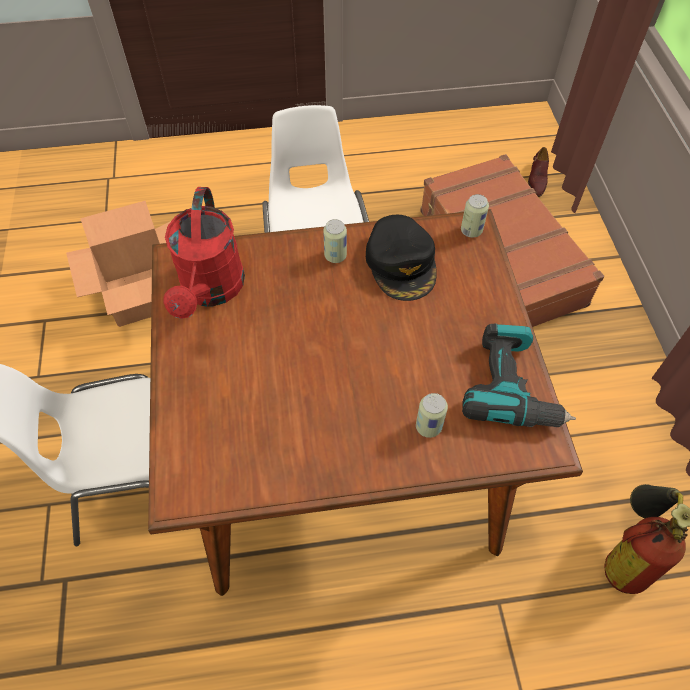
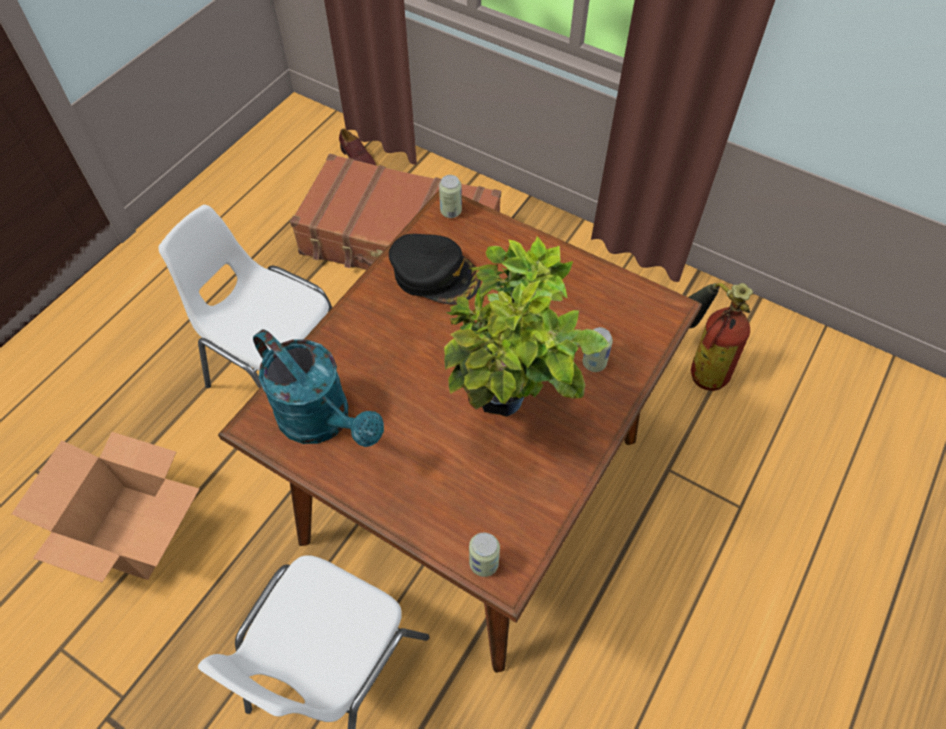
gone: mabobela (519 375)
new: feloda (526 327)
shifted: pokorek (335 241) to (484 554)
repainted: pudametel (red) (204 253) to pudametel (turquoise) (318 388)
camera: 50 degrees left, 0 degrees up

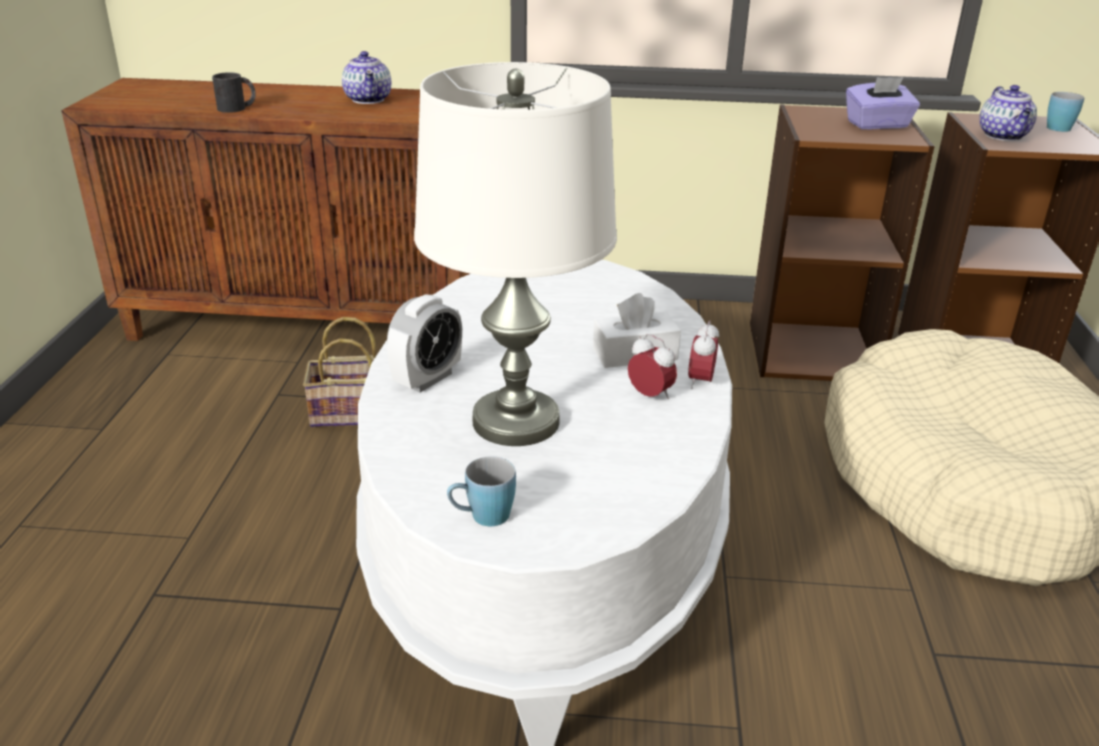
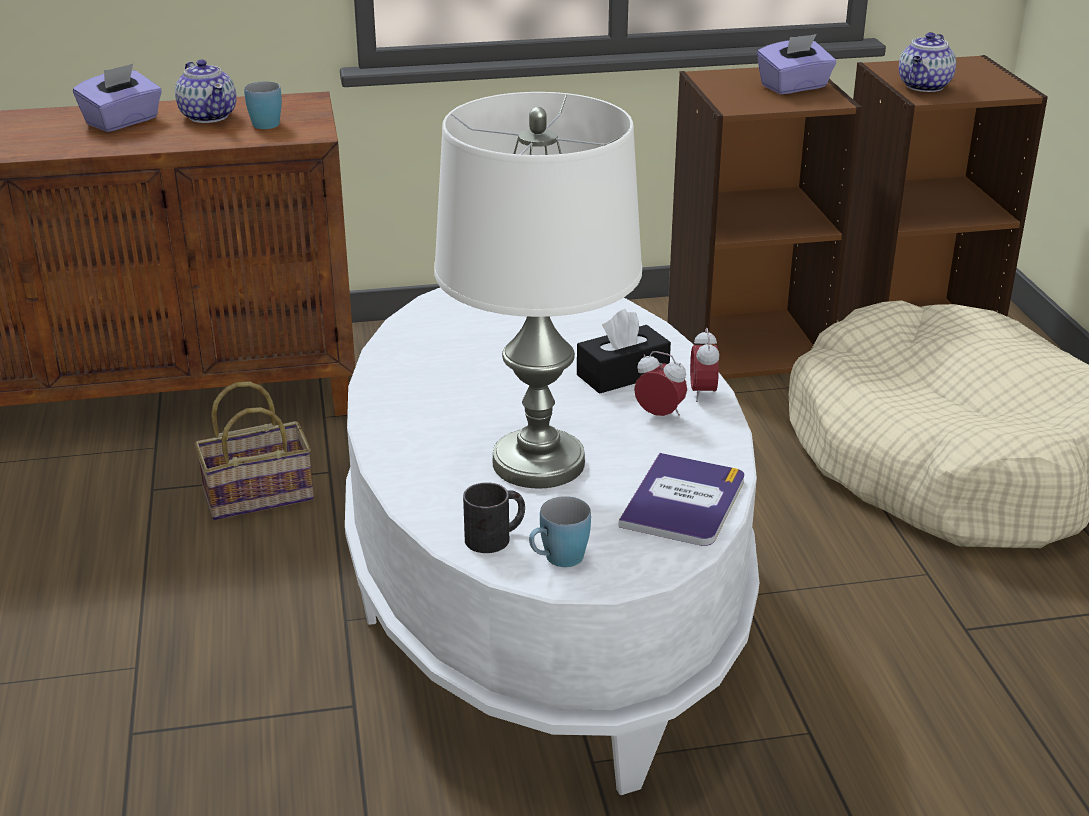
gone: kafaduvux (424 343)
new: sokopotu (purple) (117 98); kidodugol (681 499)
shifted: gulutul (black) (234 92) to (494 517); gulutul (blue) (1065 112) to (263 105)
repainted: sokopotu (white) (637 330) to sokopotu (black) (624 351)
rotated: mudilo (1008 113) = (927 62) 45 degrees clockwise
camera: 15 degrees left, 0 degrees up

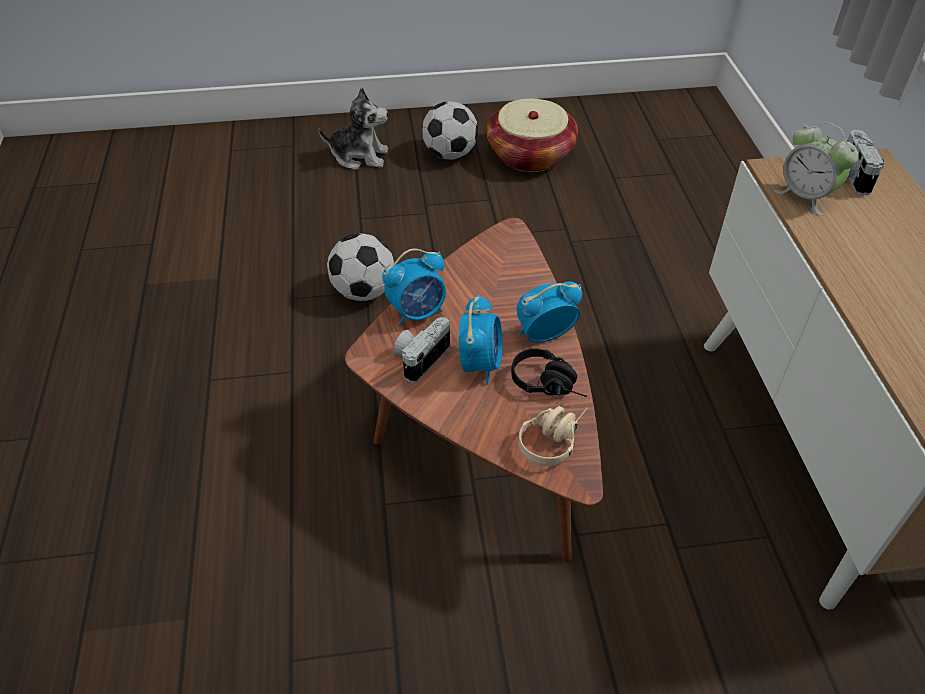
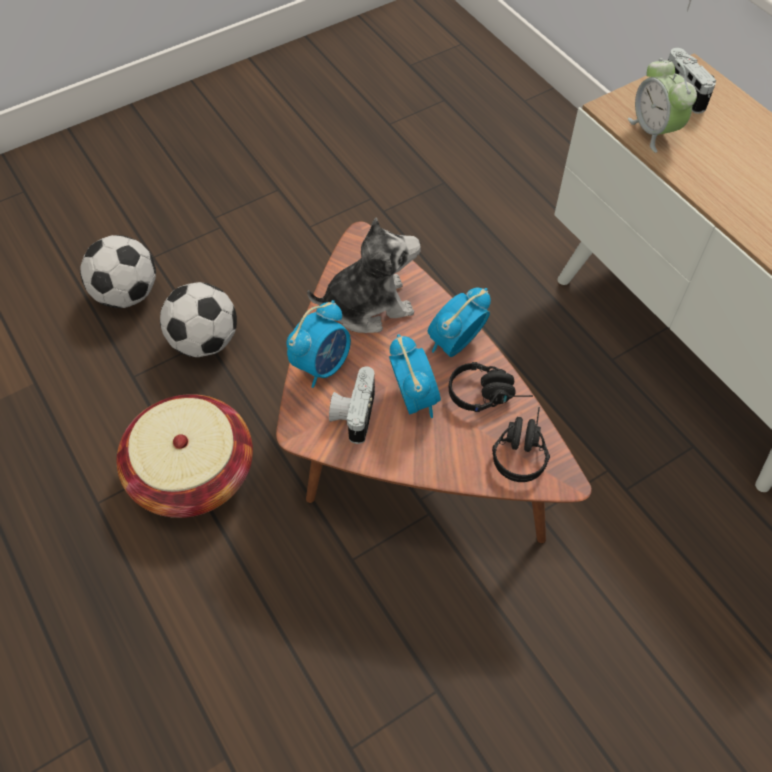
shifted: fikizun (353 128) to (364 275); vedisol (450 130) to (118 271); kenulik (532 135) to (184 456)
repainted: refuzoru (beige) (553 436) to refuzoru (black) (521 444)
rotated: kafaduvux (816 169) = (662 105) 45 degrees clockwise
camera: 25 degrees left, 10 degrees up

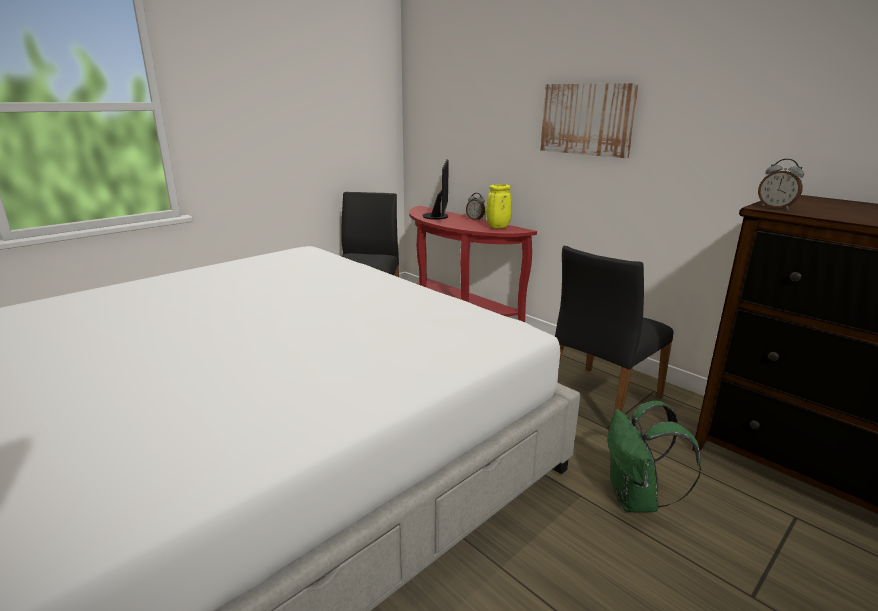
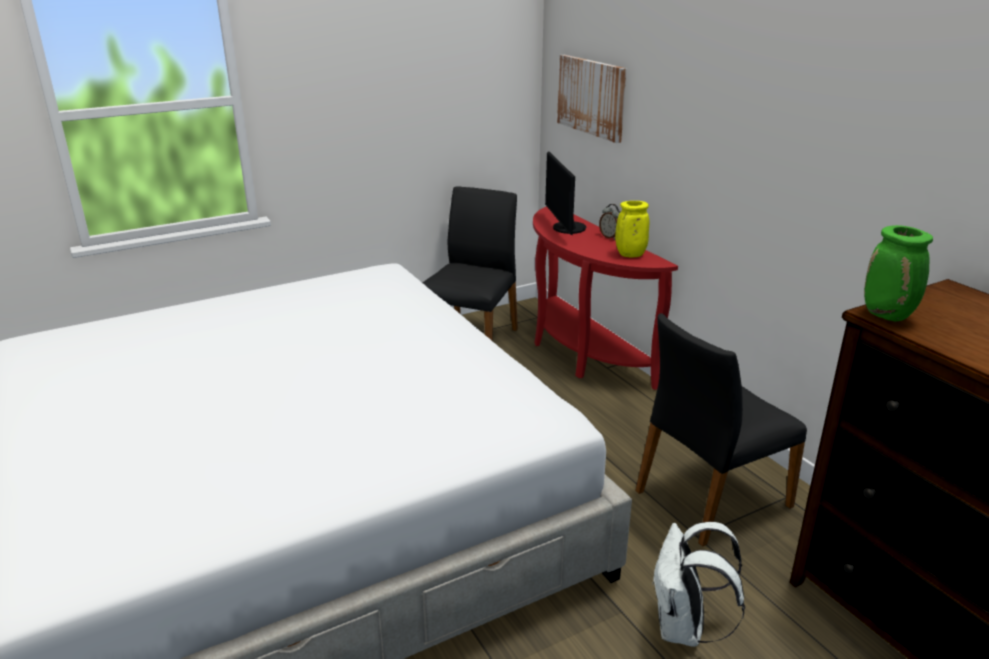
shifted: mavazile (589 120) to (592 99)
swapped: kafaduvux (781 184) to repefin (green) (898 273)
repainted: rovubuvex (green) (654 456) to rovubuvex (white) (698 584)
rotated: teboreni (435 190) = (565 193) 150 degrees clockwise
camera: 15 degrees right, 5 degrees up

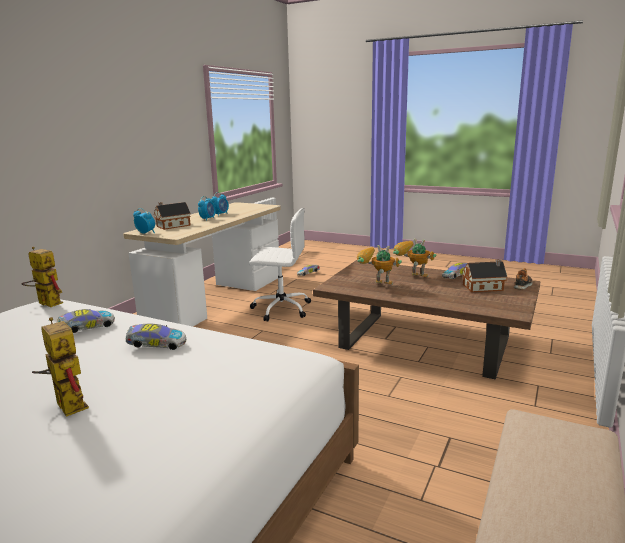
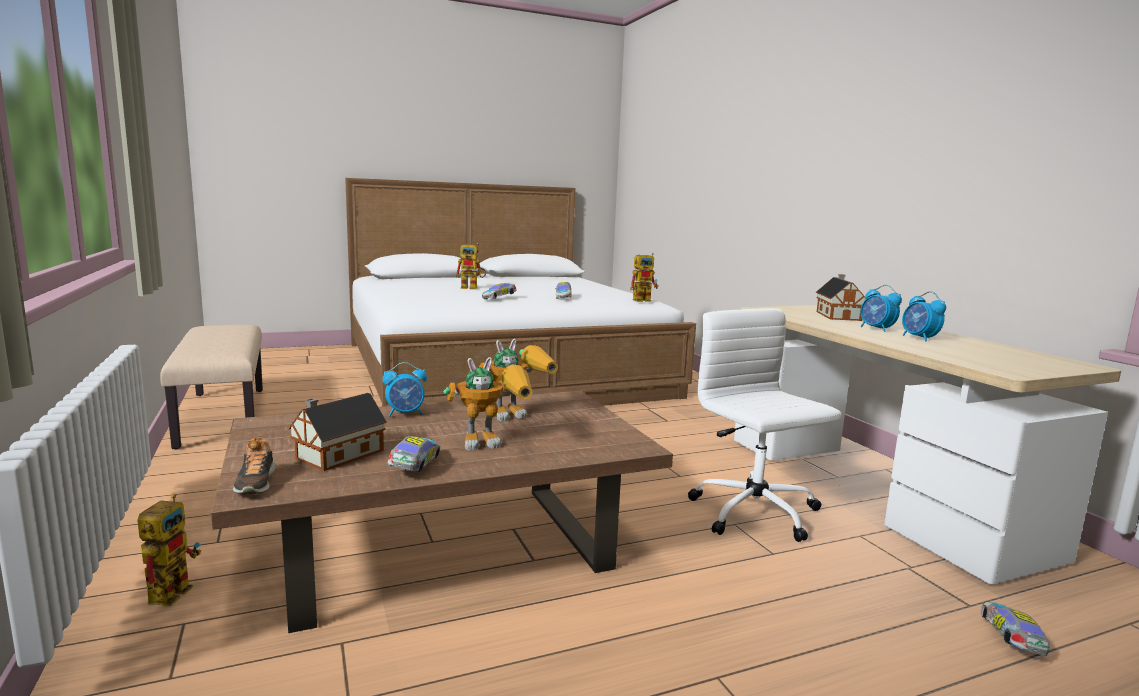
new: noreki (169 550)
shifted: kafaduvux (144 221) to (404 389)
rotated: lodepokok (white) (280 265) = (765 425) 105 degrees clockwise
camera: 130 degrees right, 5 degrees down

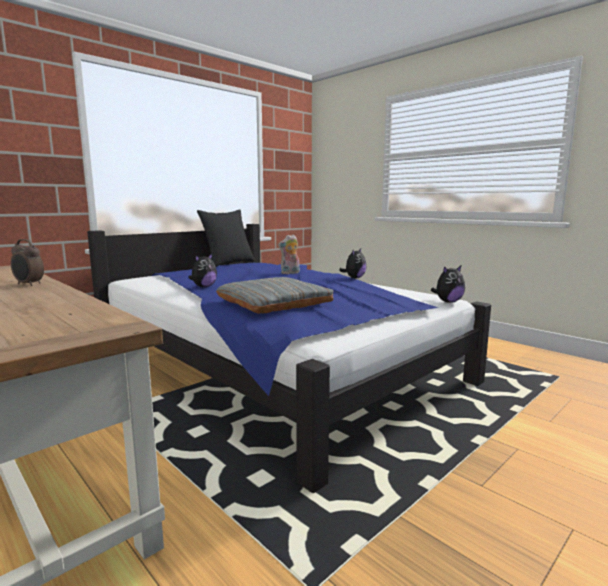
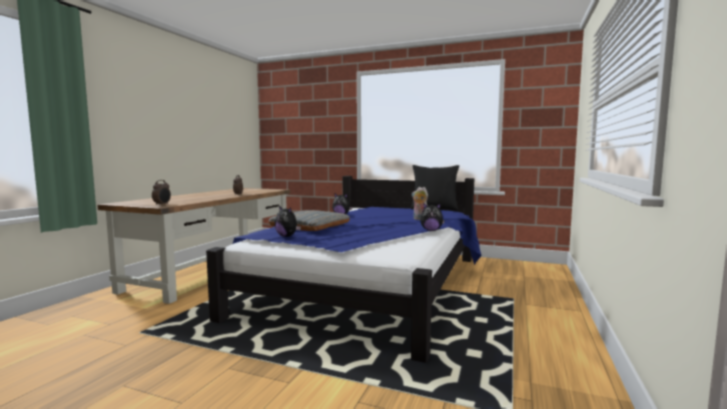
new: kafaduvux (161 193)
shifted: fikizun (448 284) to (288 221)
camera: 65 degrees right, 5 degrees down

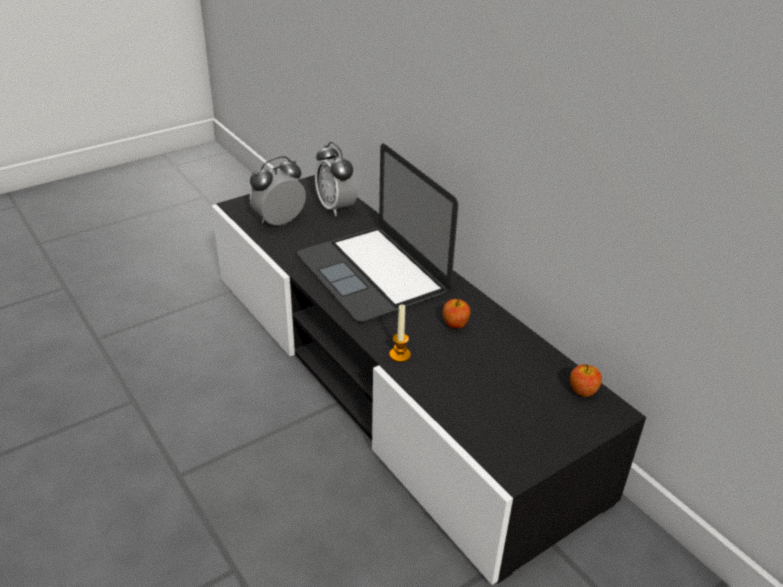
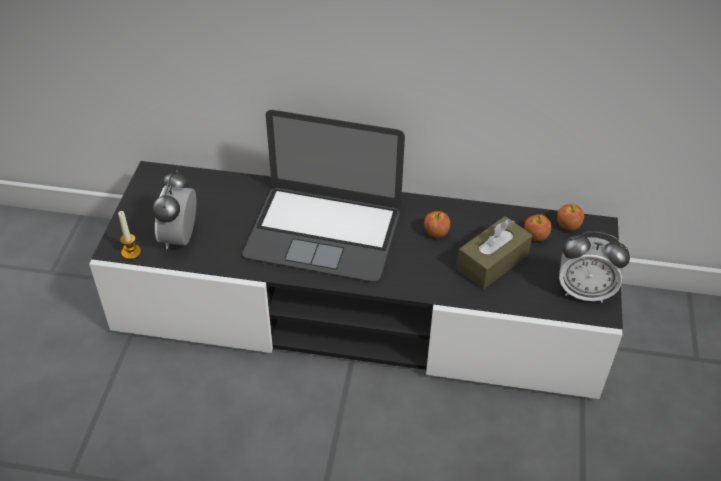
new: sokopotu (brown) (494 252); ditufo (538 227)
shifted: kafaduvux (336 179) to (594 267); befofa (400 333) to (129 235)
camera: 45 degrees left, 10 degrees up

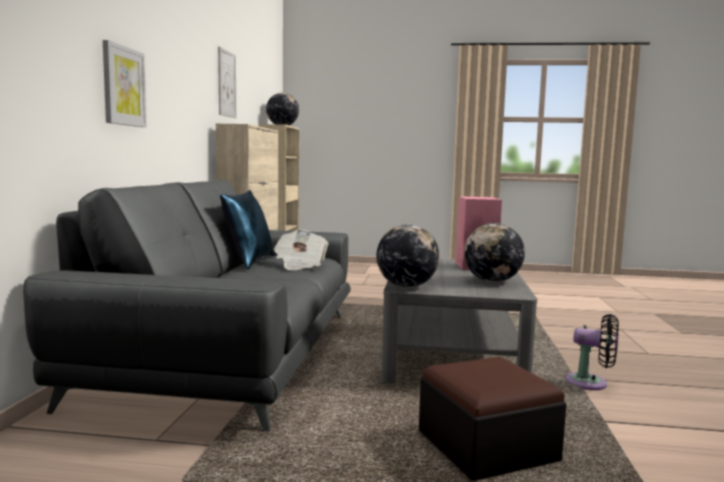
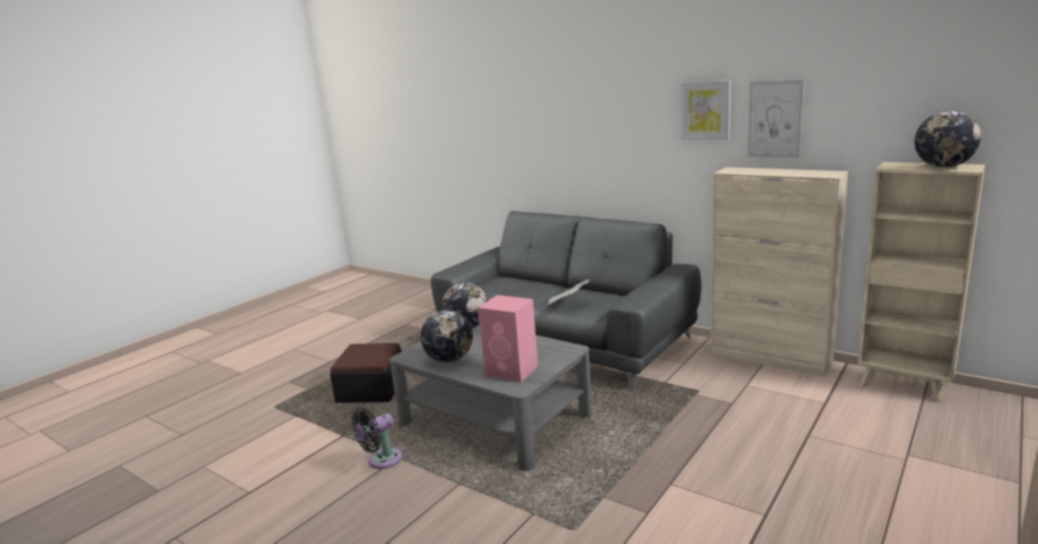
gone: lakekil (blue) (247 229)
shifted: mavazile (125 83) to (706 110)
camera: 120 degrees right, 10 degrees up

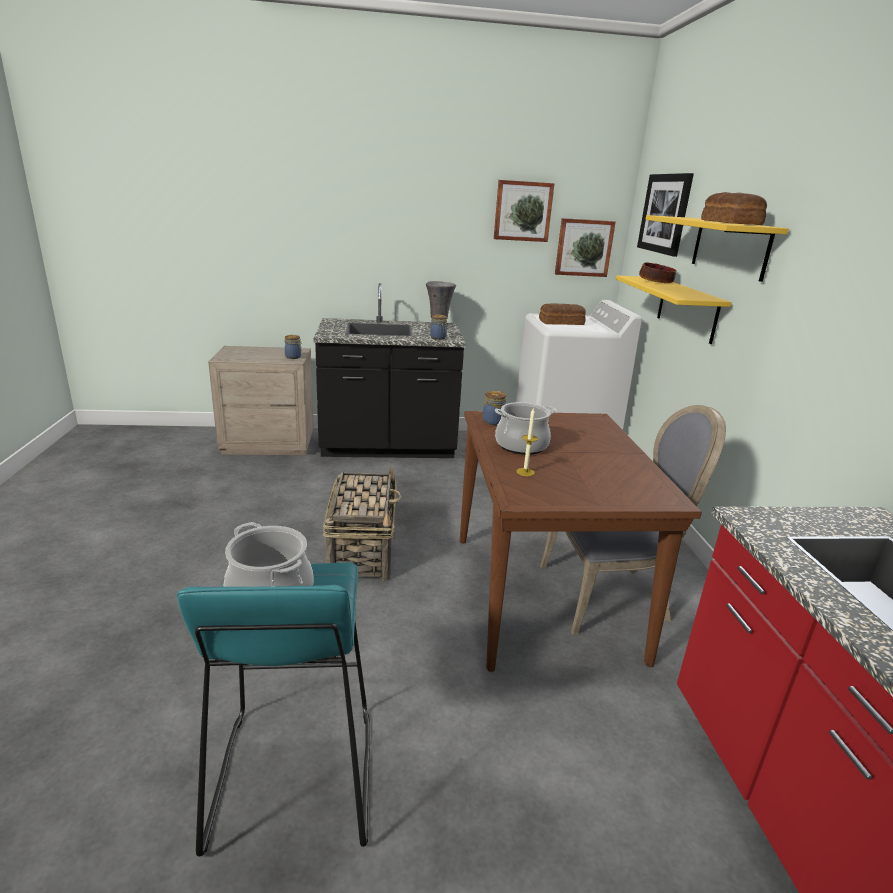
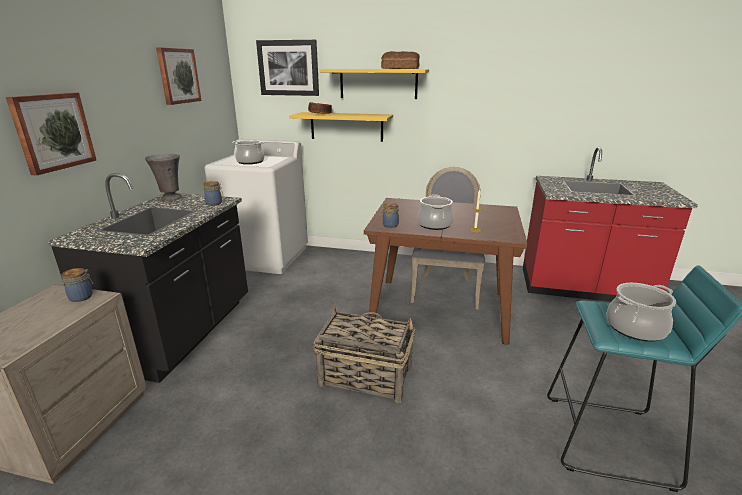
shifted: mavazile (585 247) to (51 134)
swapped: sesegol (562 314) to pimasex (248 152)
camera: 70 degrees left, 0 degrees up

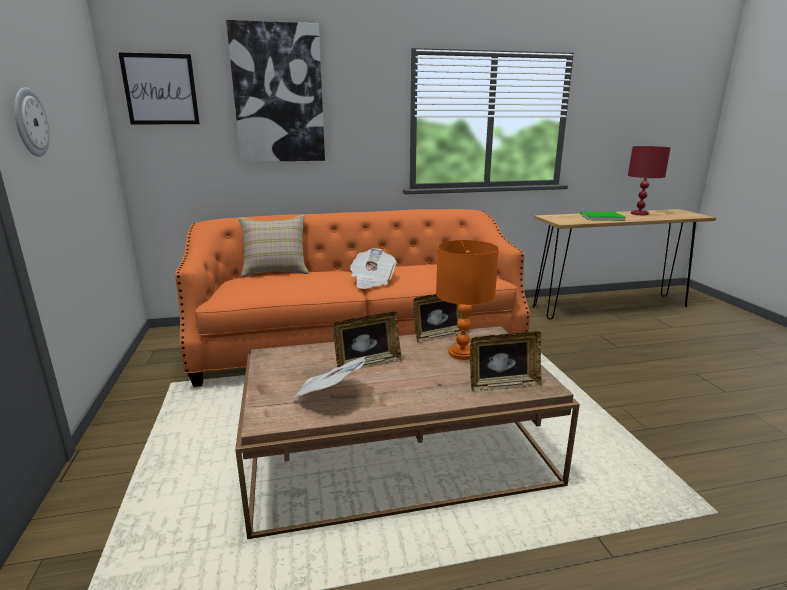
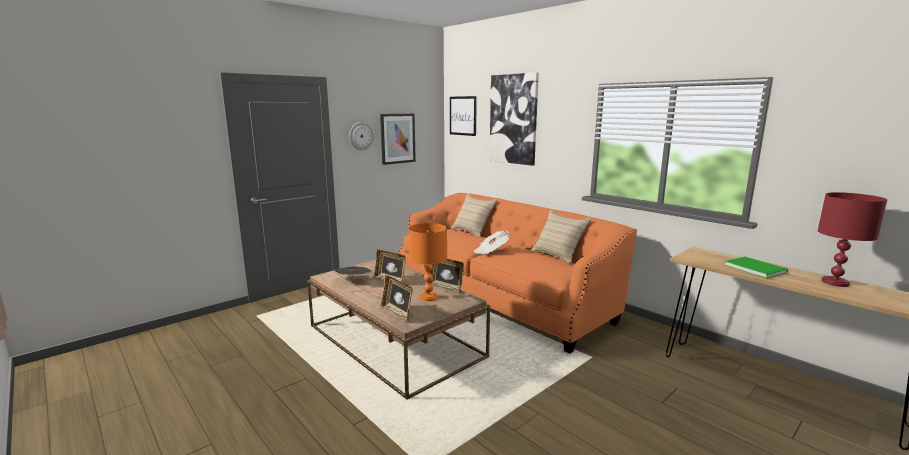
new: mavazile (398 139); lakekil (beige) (561 237)
camera: 60 degrees right, 5 degrees down

